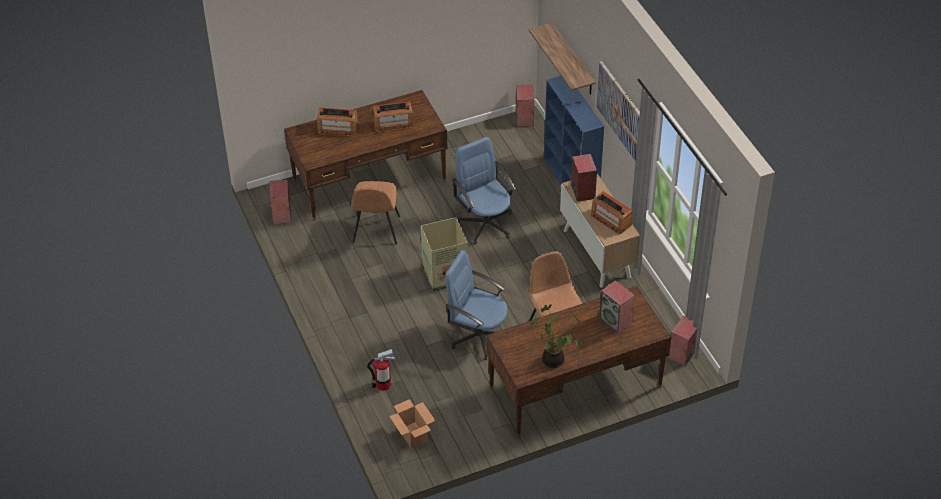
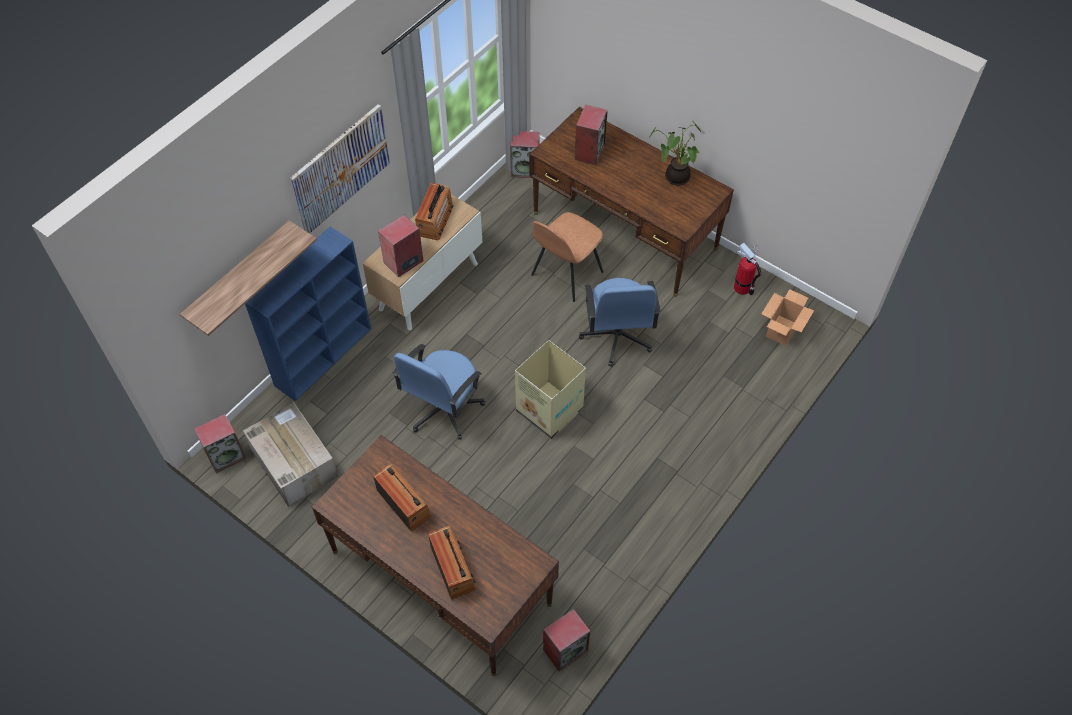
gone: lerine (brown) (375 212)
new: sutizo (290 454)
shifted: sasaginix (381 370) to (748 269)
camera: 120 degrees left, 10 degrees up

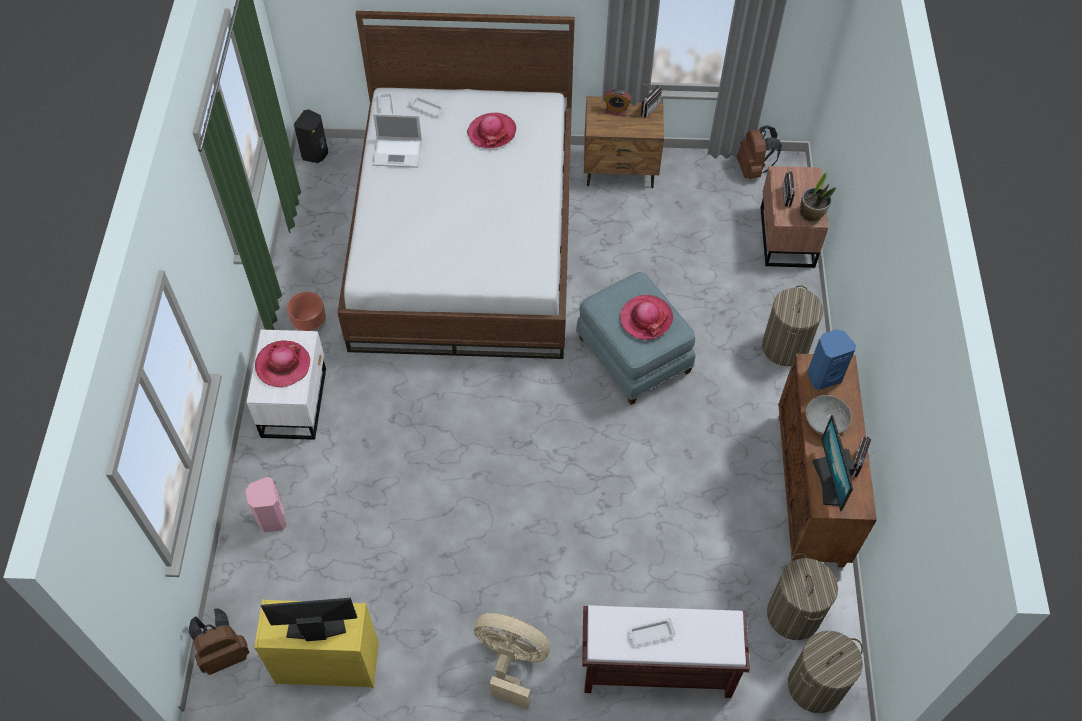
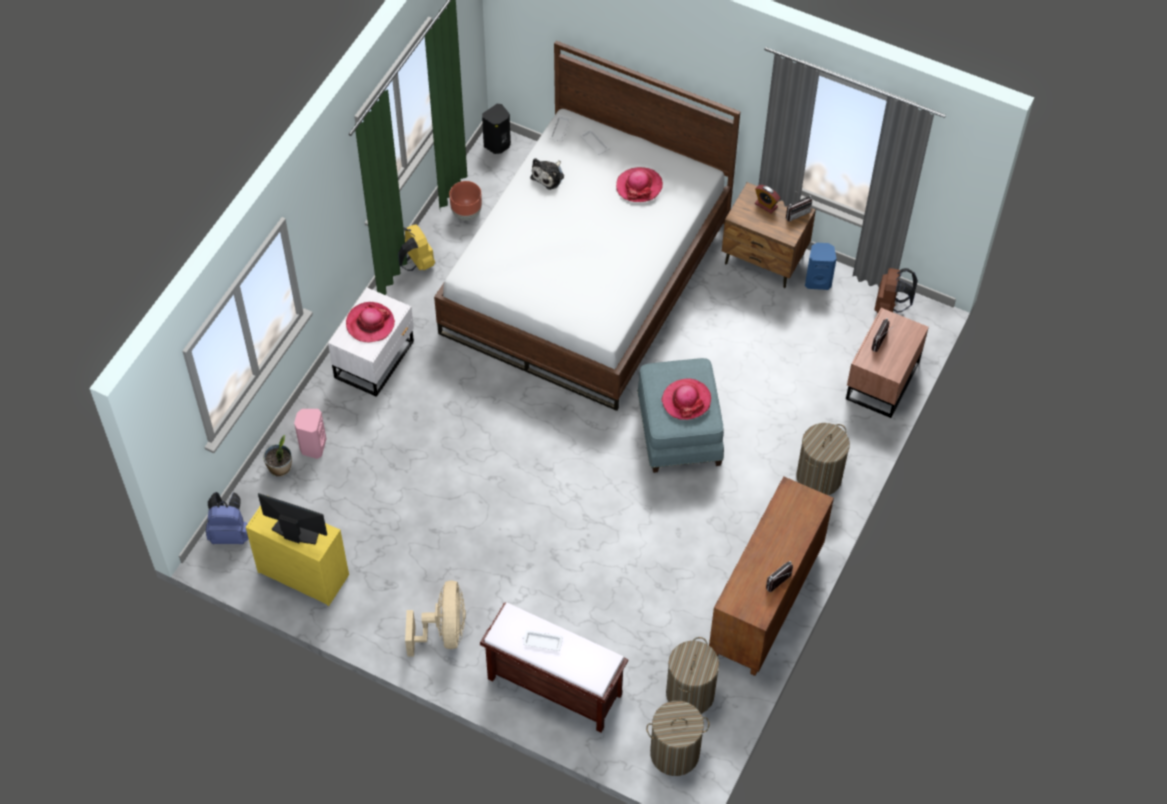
gone: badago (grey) (829 415); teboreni (833 463)
new: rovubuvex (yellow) (416 247)
shifted: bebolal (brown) (306 312) to (465 200); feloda (818 197) to (277 456); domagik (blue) (831 359) to (821 266)
swapped: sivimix (397 140) to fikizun (547 174)
repainted: rovubuvex (brown) (219 641) to rovubuvex (blue) (226 518)
rotated: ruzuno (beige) (512 661) = (435 618) 45 degrees clockwise
camera: 25 degrees right, 0 degrees up

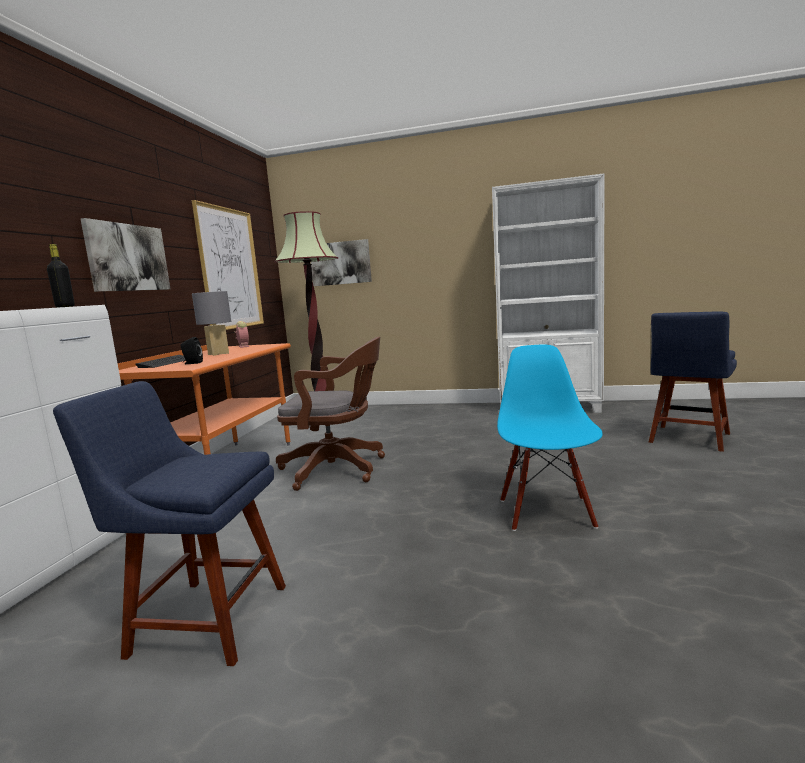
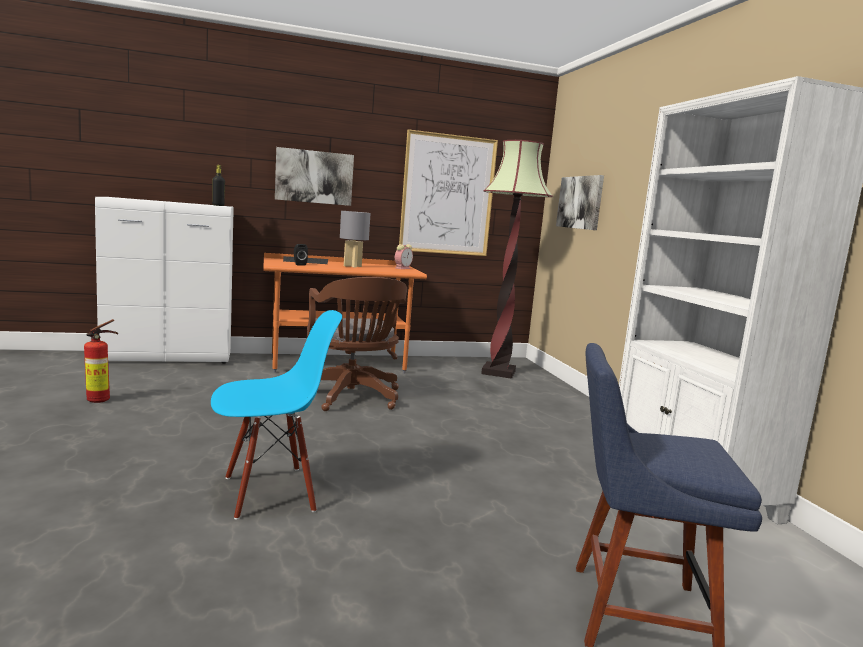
swapped: lerine (blue) (169 523) to sasaginix (101 361)
camera: 60 degrees right, 0 degrees up

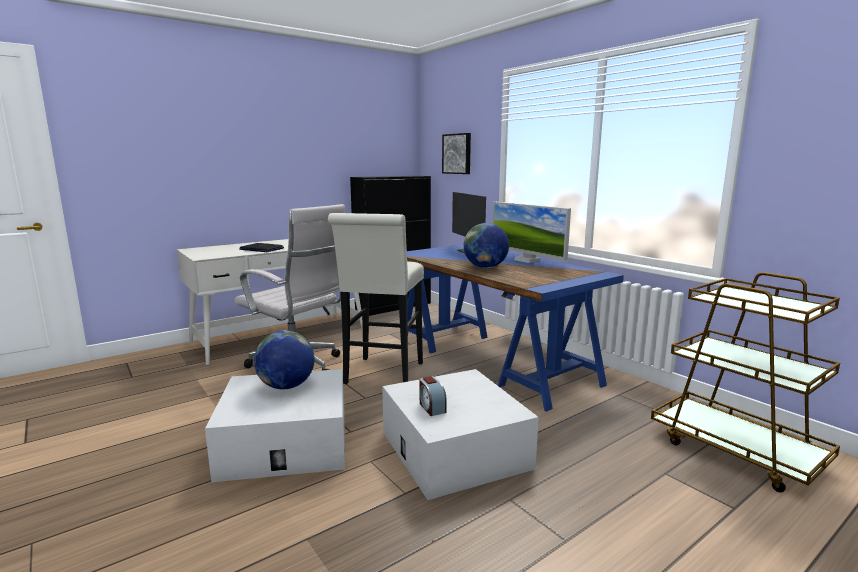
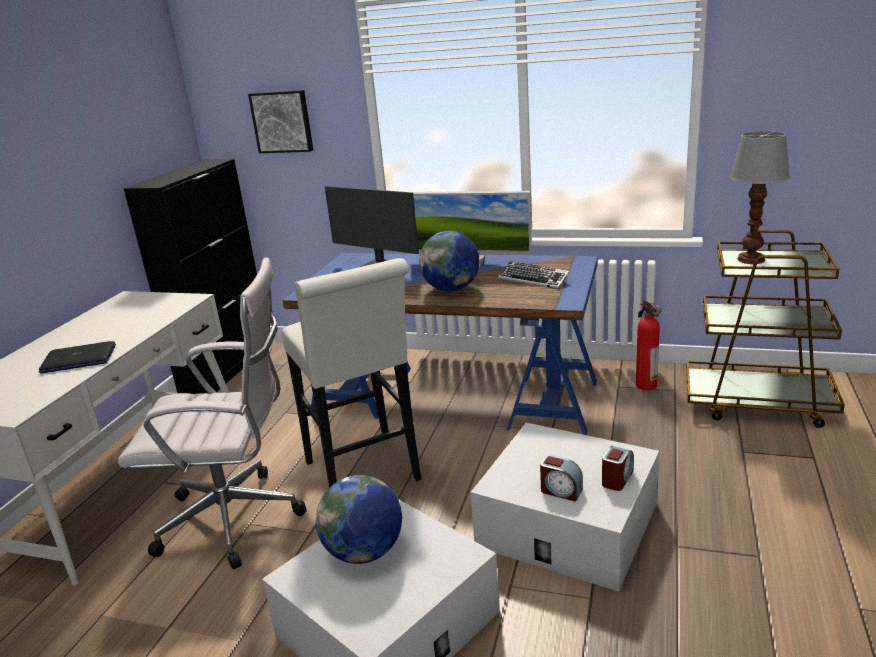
new: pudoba (534 275); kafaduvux (618 468); sasaginix (648 345); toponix (759 197)
camera: 35 degrees left, 10 degrees up

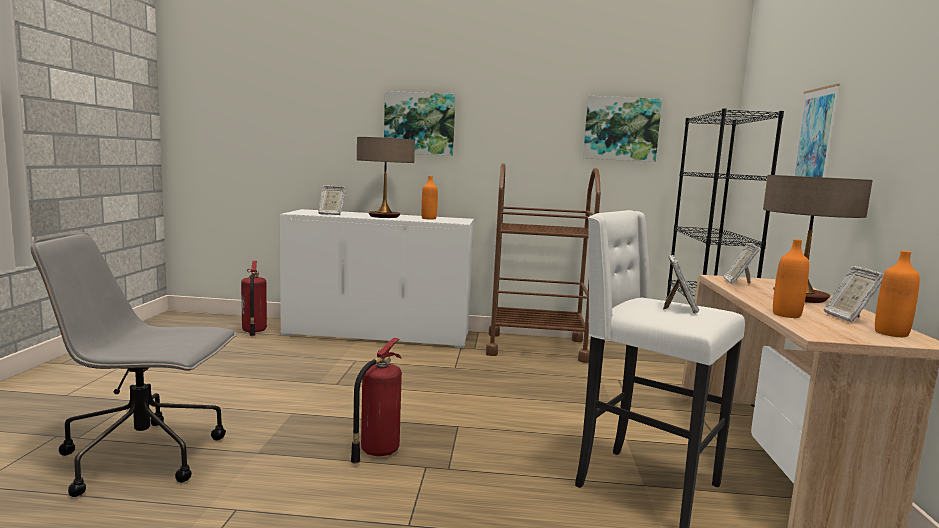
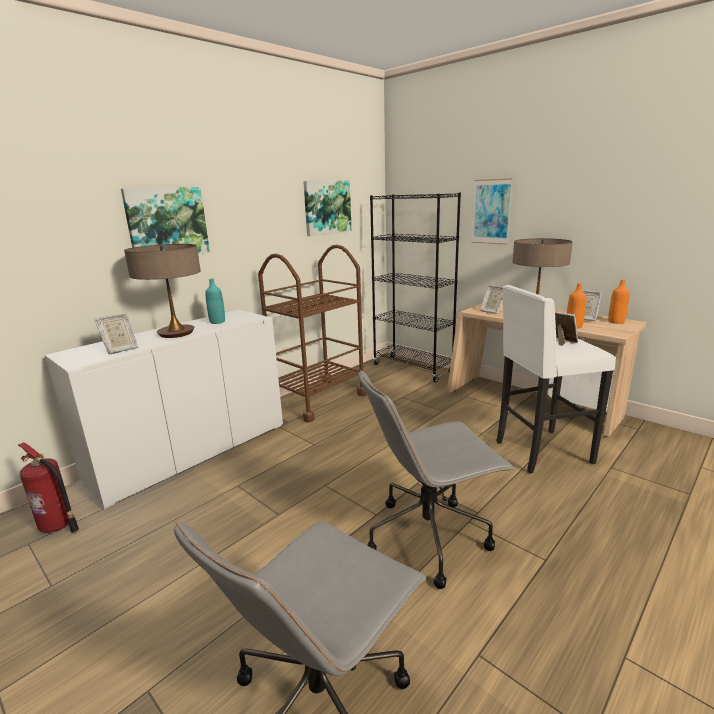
swapped: sasaginix (376 400) to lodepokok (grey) (436 479)
repainted: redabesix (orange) (429 198) to redabesix (turquoise) (215 301)
camera: 50 degrees left, 10 degrees up

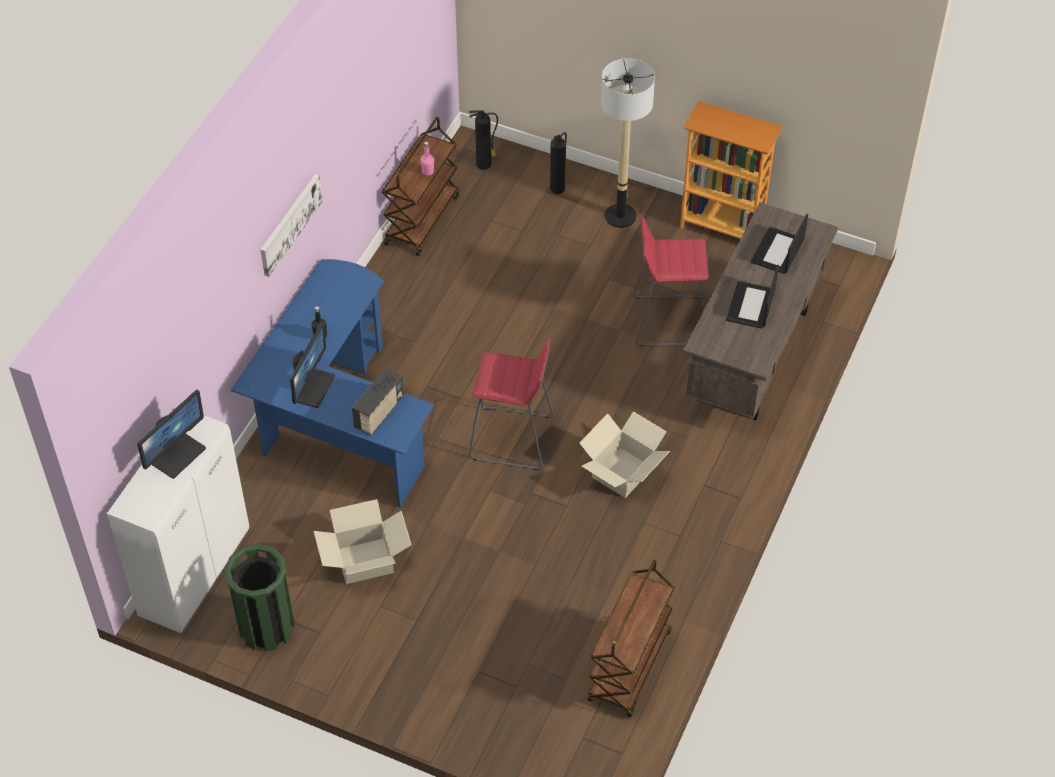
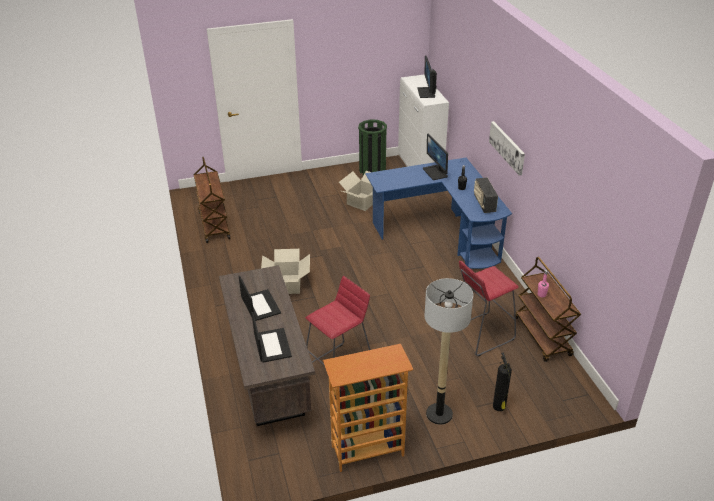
gone: sasaginix (483 140)
shifted: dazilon (378 401) to (486 195); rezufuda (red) (511 404) to (487 309)
camera: 140 degrees right, 15 degrees down

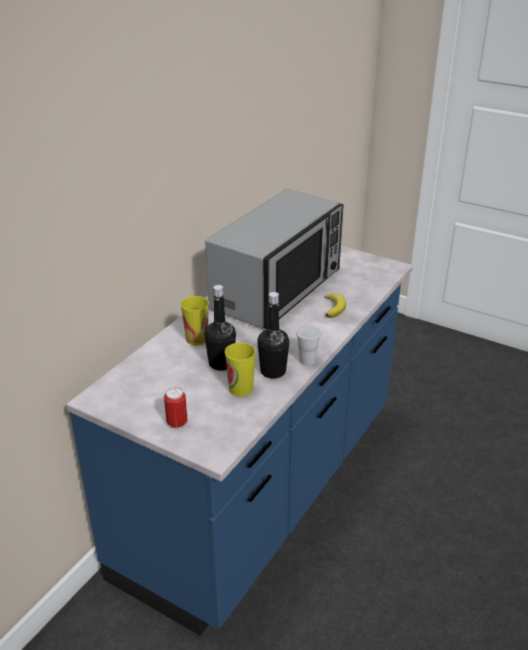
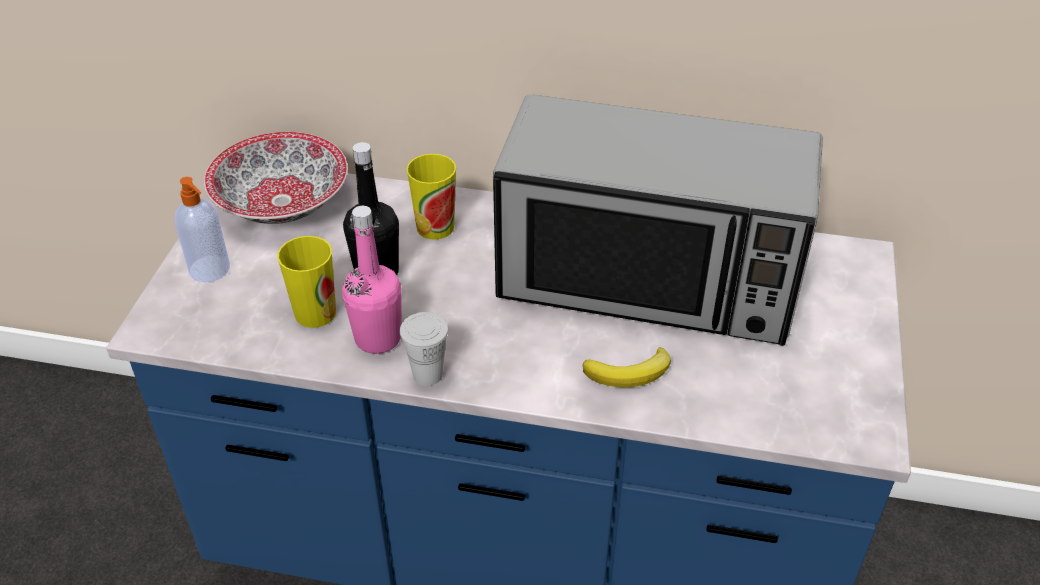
new: badago (276 178)
swapped: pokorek (175 408) to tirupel (202 229)
repainted: redabesix (black) (273 335) to redabesix (pink) (372 280)
camera: 70 degrees right, 10 degrees up

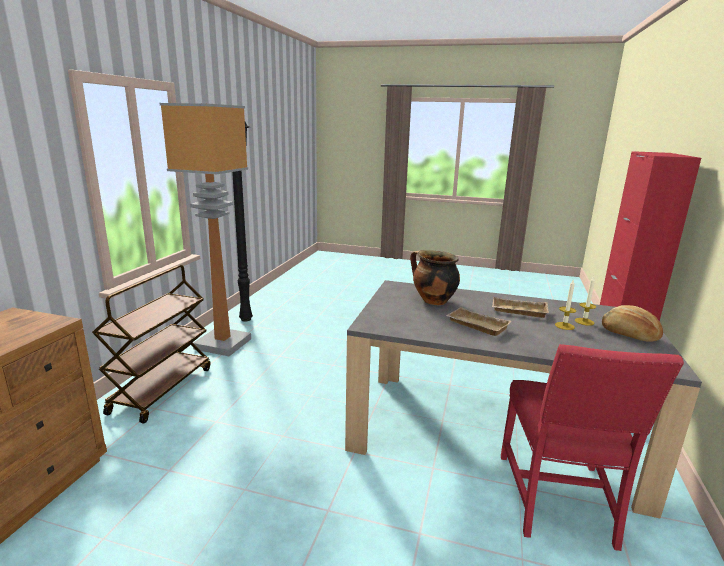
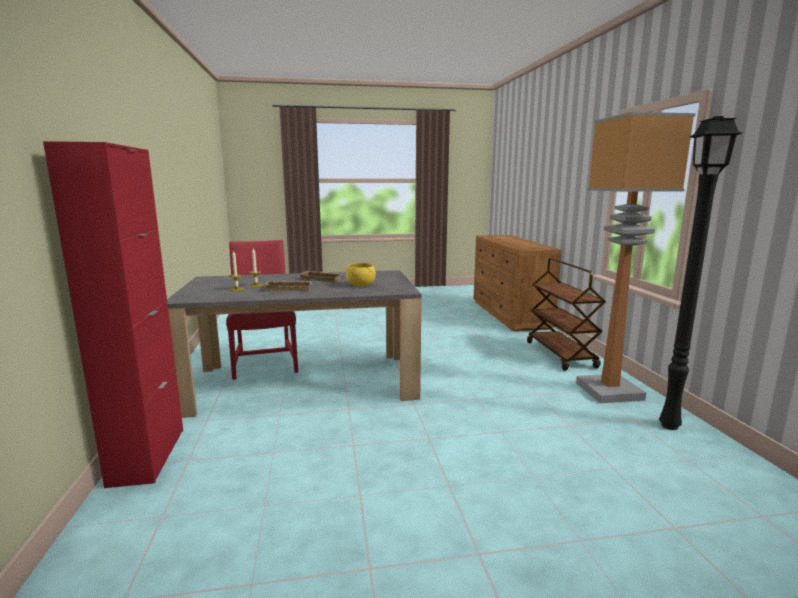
gone: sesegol (632 323)
swapped: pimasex (435 277) to badago (yellow) (361 275)
camera: 155 degrees right, 5 degrees down

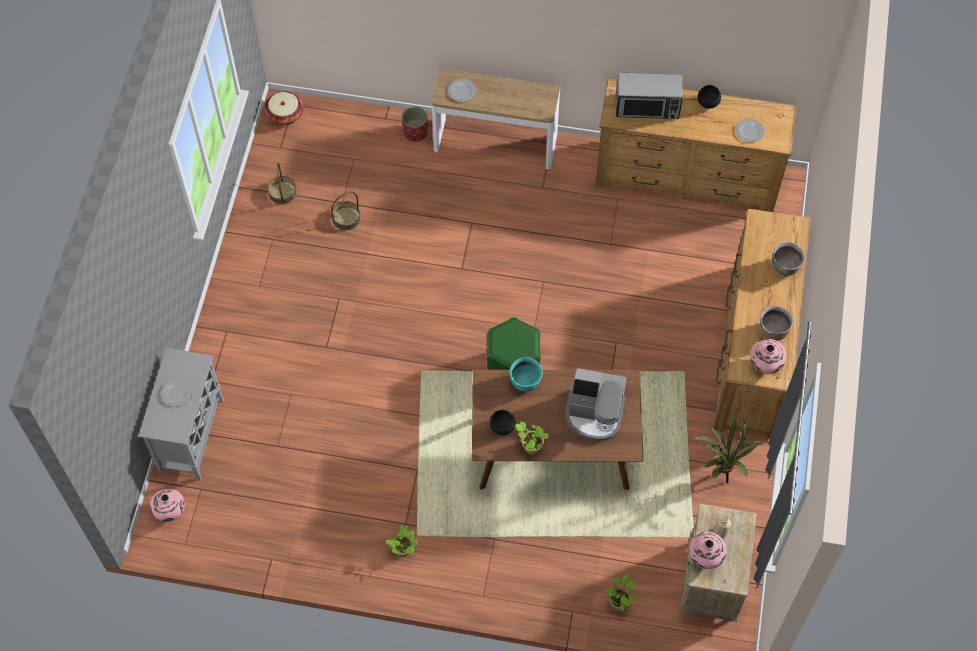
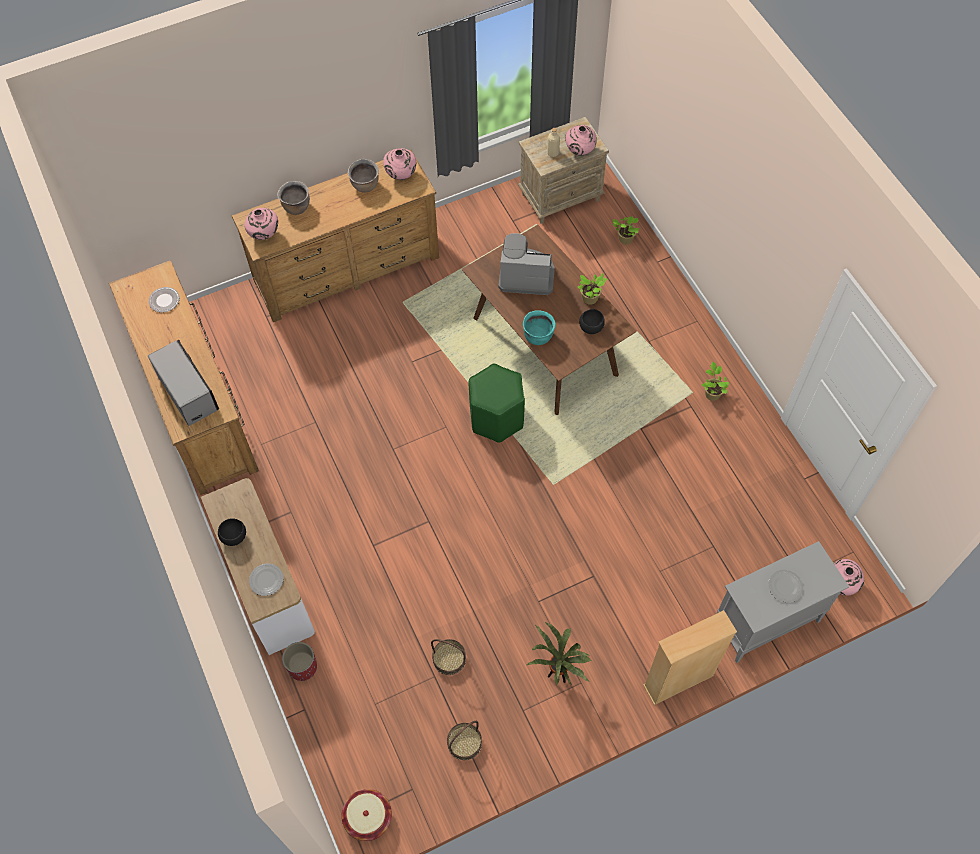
new: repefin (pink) (261 224); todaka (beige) (690 657)
shifted: feloda (727 448) to (559 654); badago (black) (709 97) to (232 532)
rotated: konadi (596 404) = (527 264) 60 degrees counterclockwise
camera: 125 degrees left, 0 degrees up

